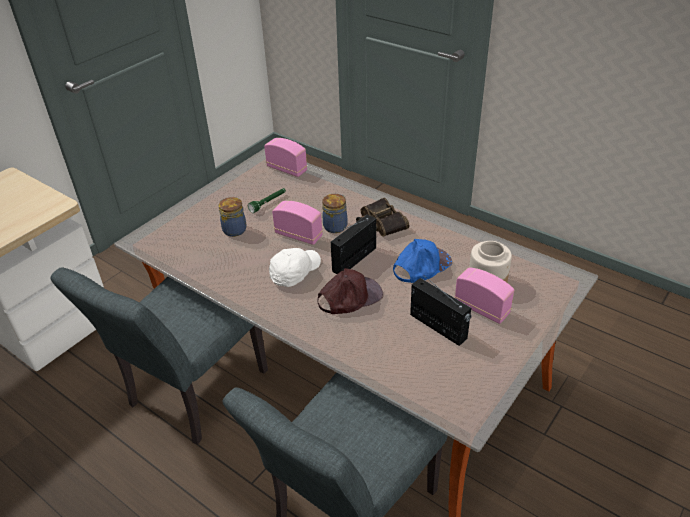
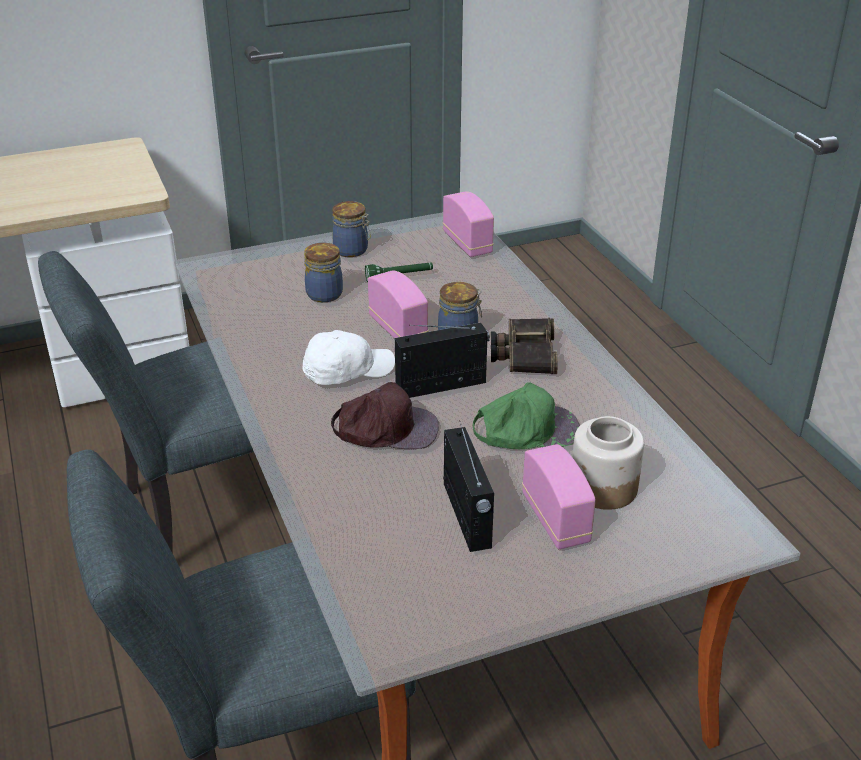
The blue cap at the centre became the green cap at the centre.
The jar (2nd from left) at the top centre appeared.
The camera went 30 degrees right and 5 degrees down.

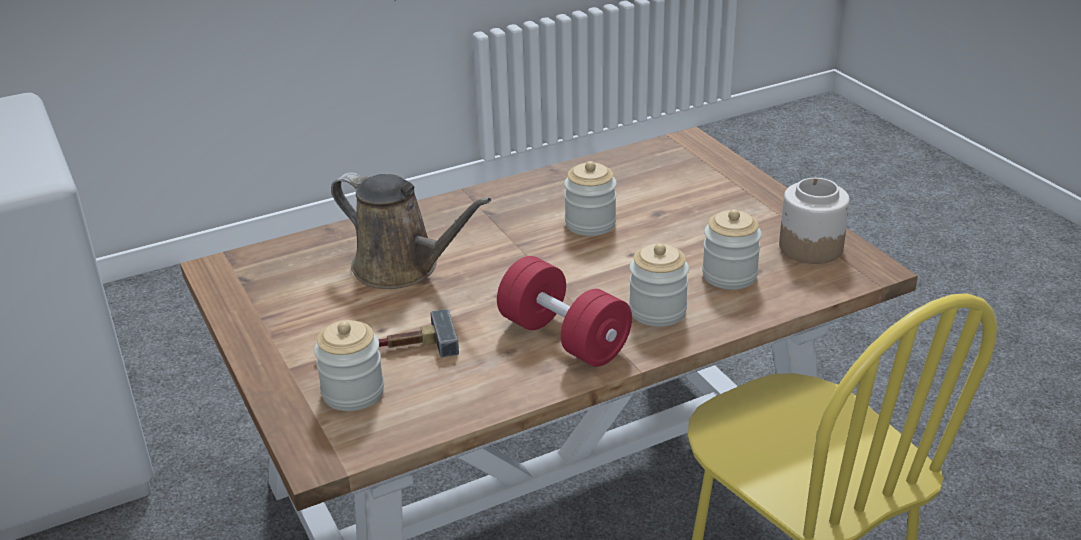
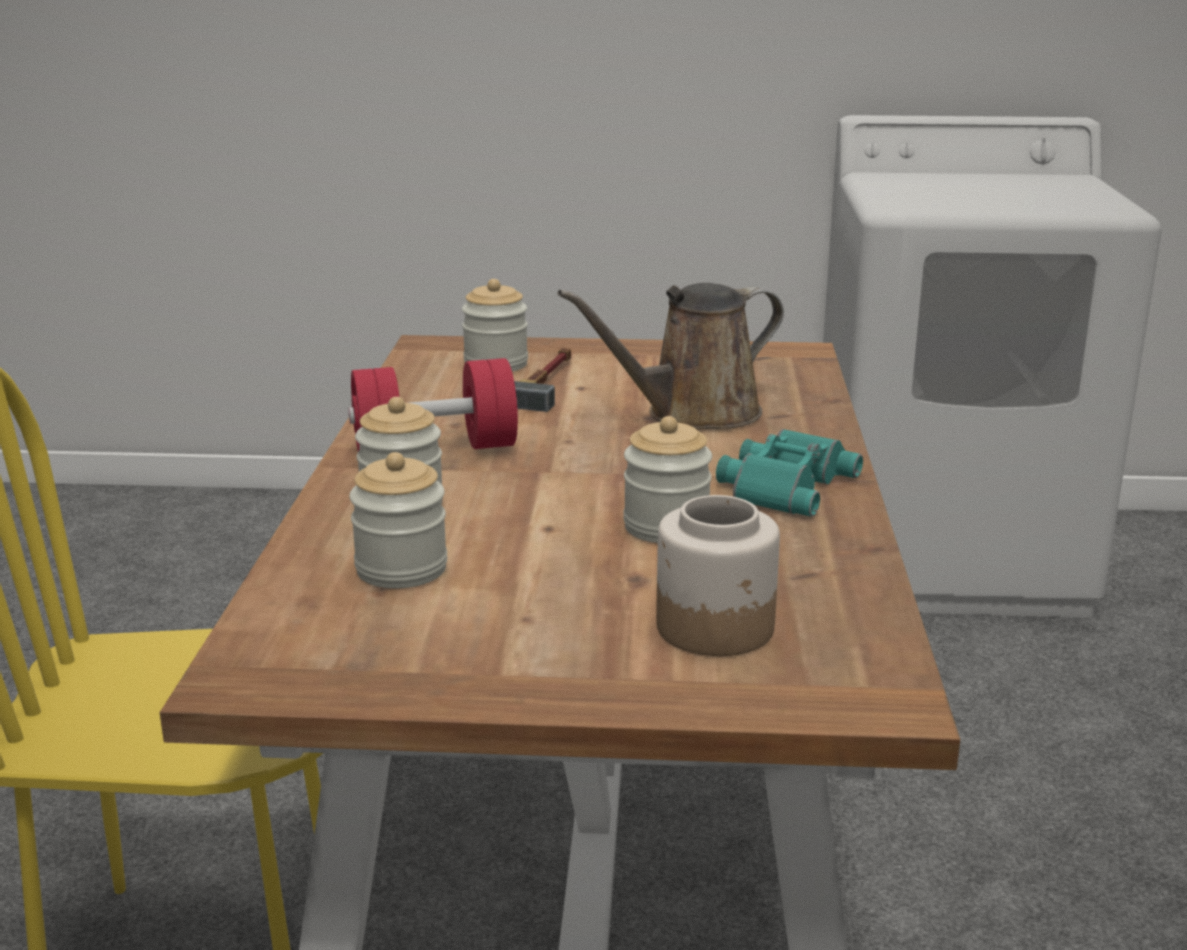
The jar (5th from left) moved from the middle right to the centre.
The turquoise binoculars at the centre appeared.
The camera went 120 degrees right and 10 degrees down.

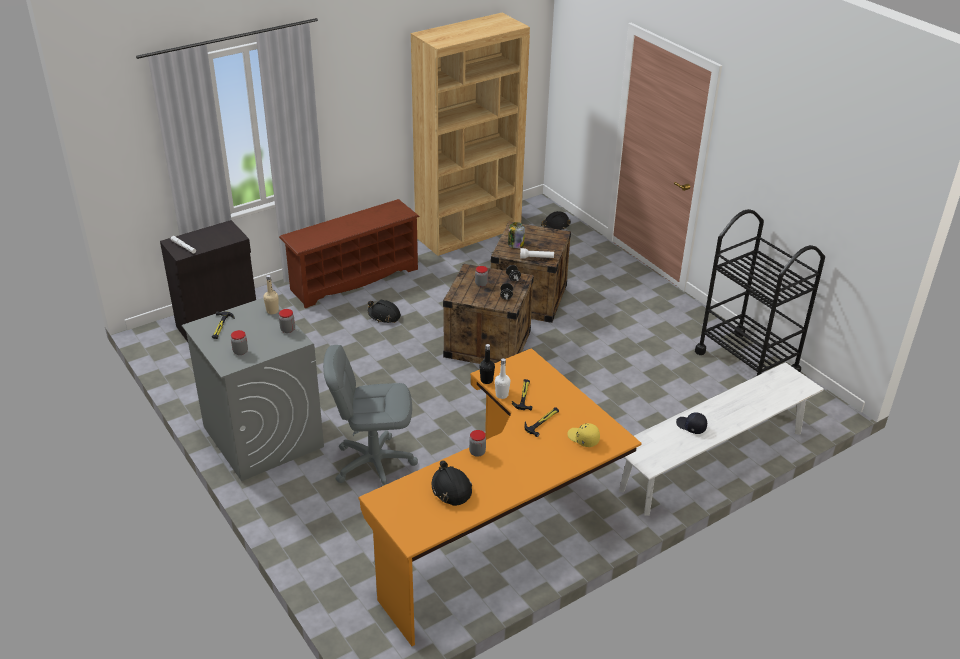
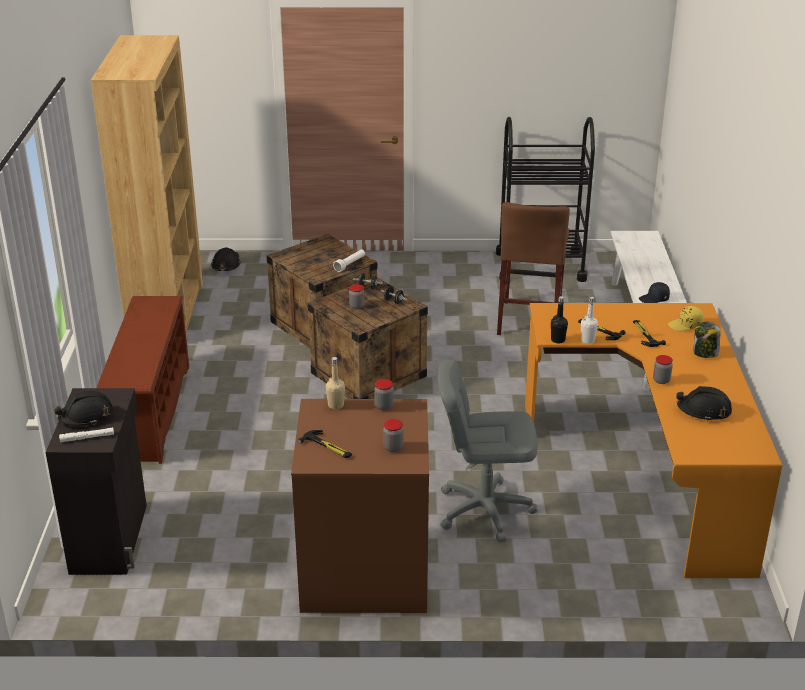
The jar (5th from left) moved from the centre to the middle right.
The grey washing machine at the middle left became the brown washing machine at the bottom centre.
The black hard hat (1st from left) moved from the centre to the middle left.
The grey office chair at the centre turned 60 degrees clockwise.
The brown stool at the centre appeared.
The camera went 55 degrees left and 5 degrees down.

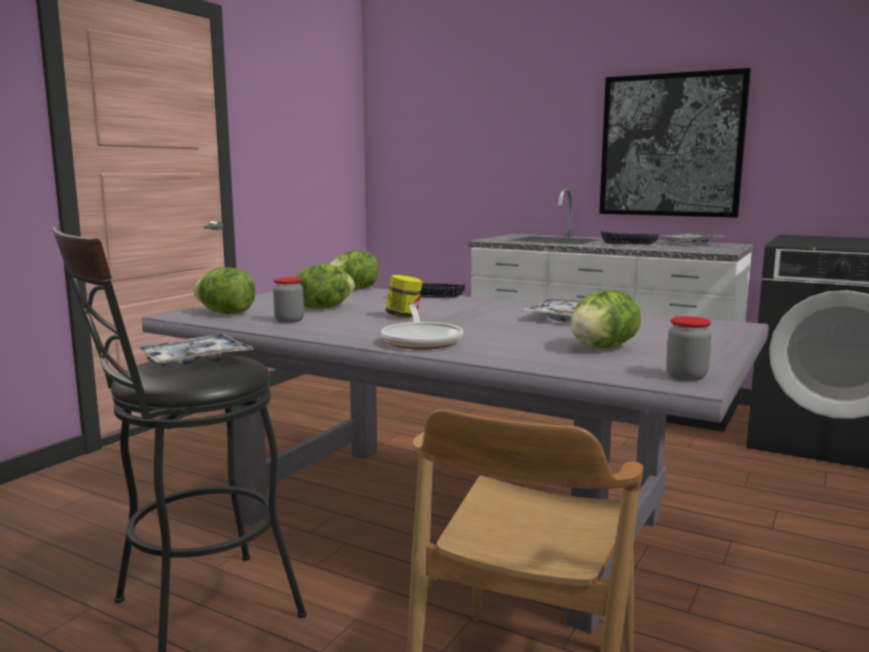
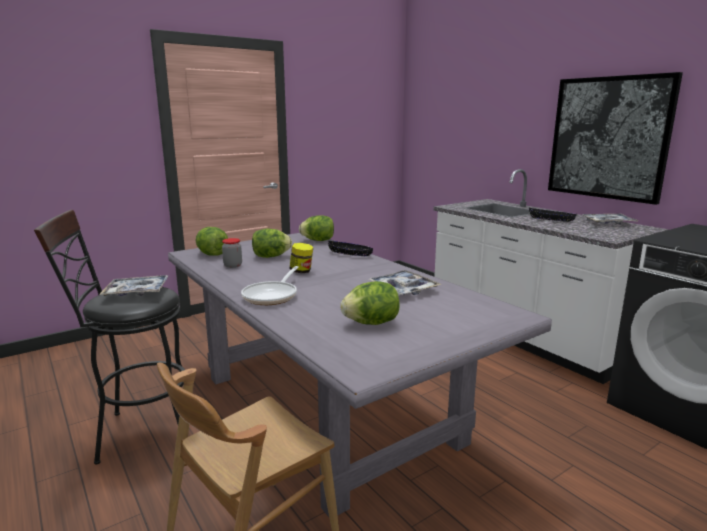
The jar (3rd from left) at the middle right disappeared.
The camera went 25 degrees right and 5 degrees up.

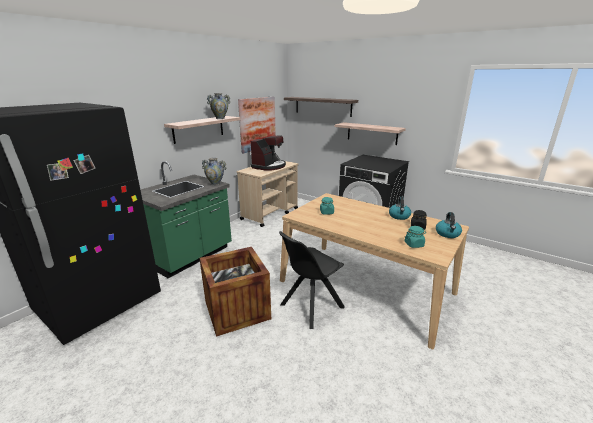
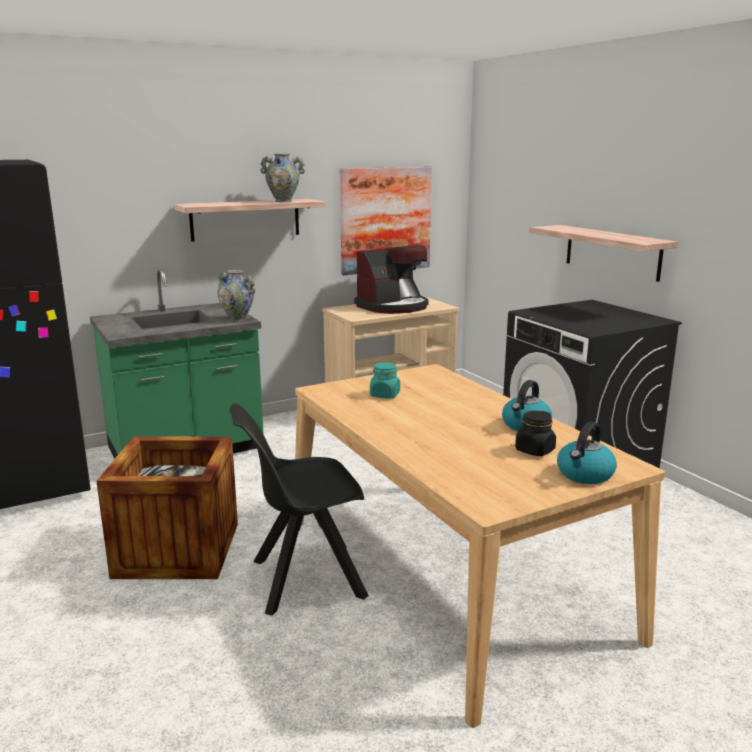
The shelf (2nd from left) at the top centre disappeared.
The turquoise jar (2nd from left) at the middle right disappeared.
The camera went 25 degrees right and 5 degrees down.

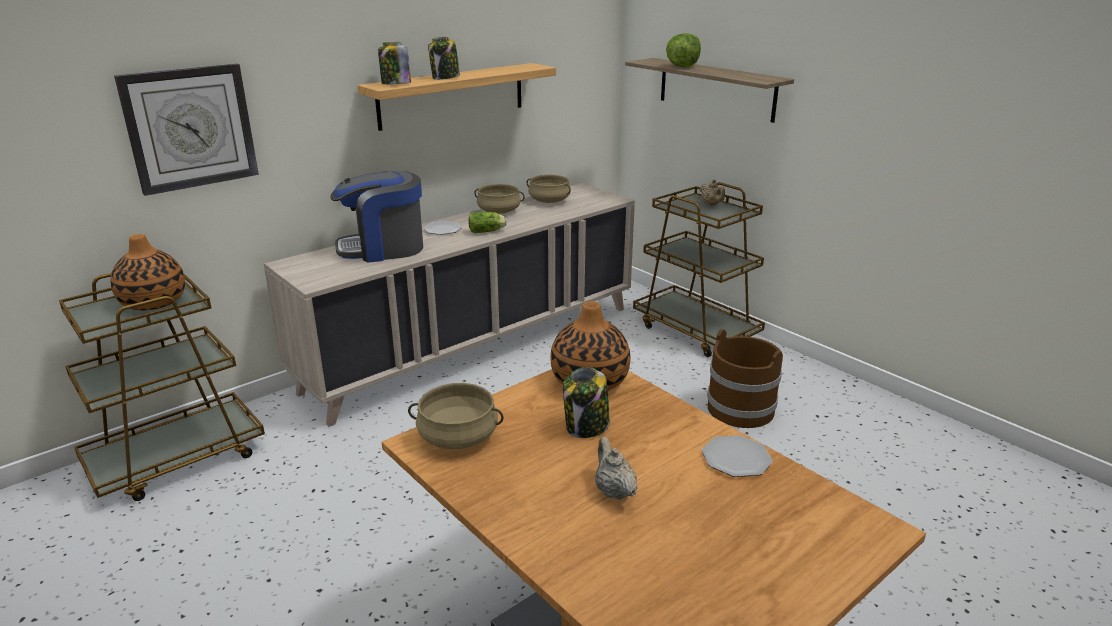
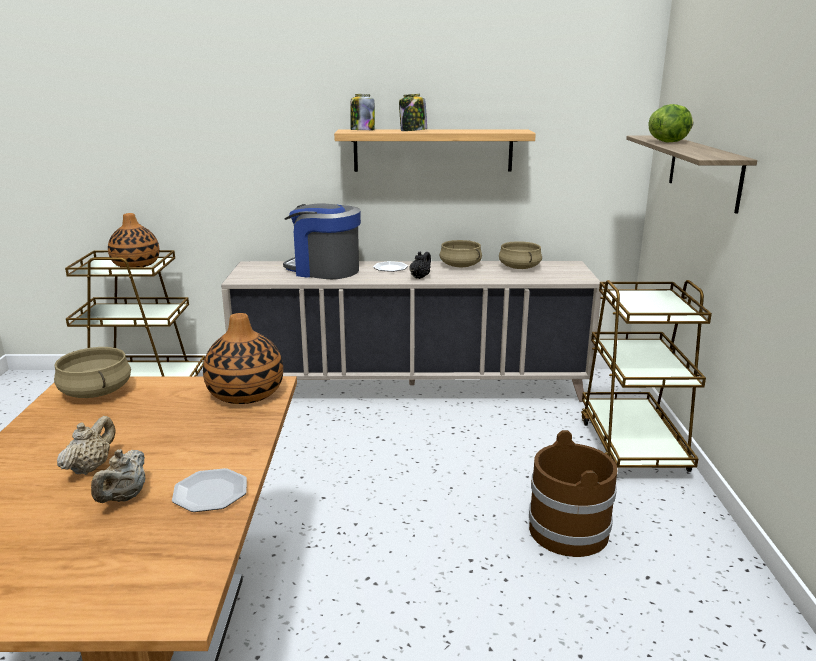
The wall clock at the top left disappeared.
The beige teapot (2nd from left) moved from the top centre to the bottom left.
The lettuce (1st from left) at the centre was replaced by the black teapot at the centre.
The jar (3rd from left) at the centre disappeared.
The camera went 40 degrees right and 5 degrees down.

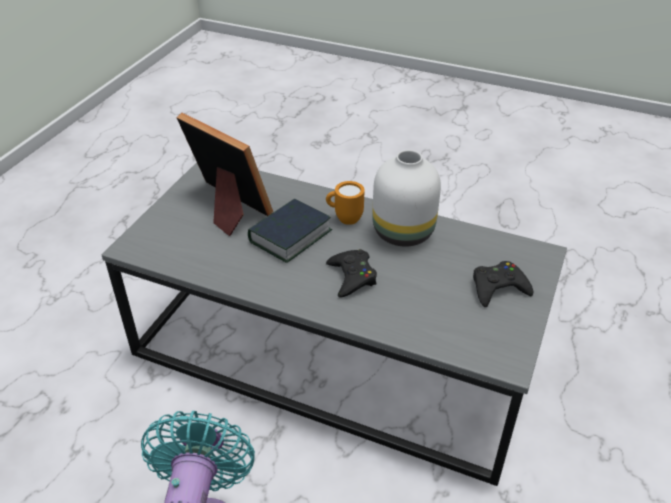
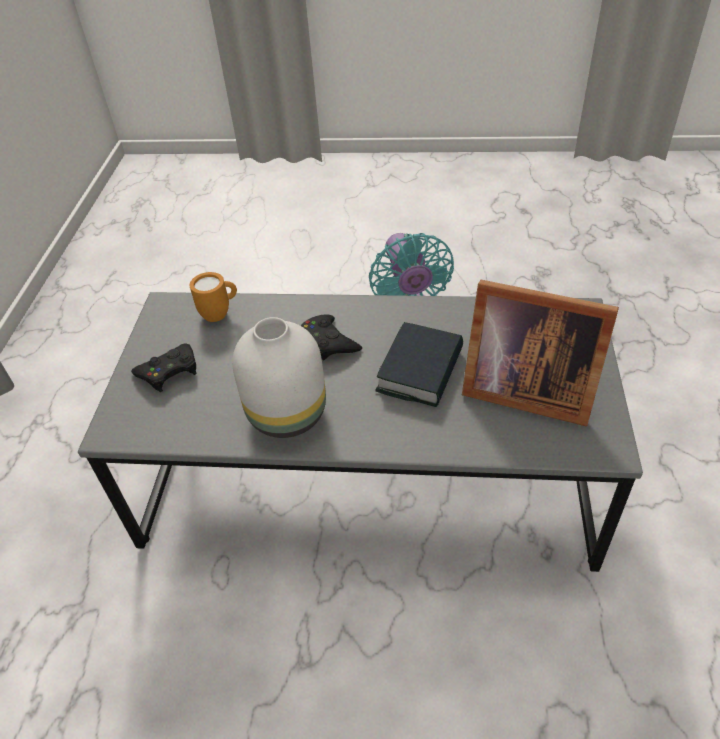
The orange mug moved from the centre to the middle left.
The camera went 165 degrees right and 5 degrees up.

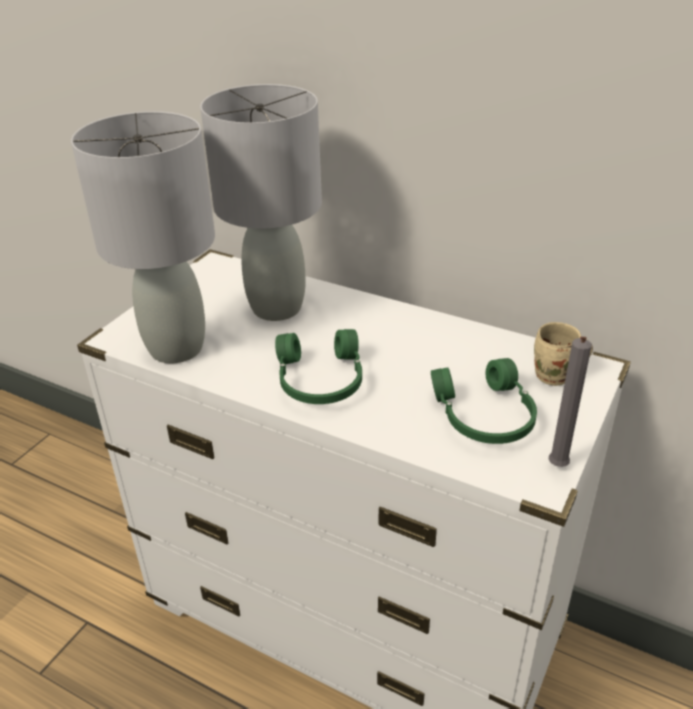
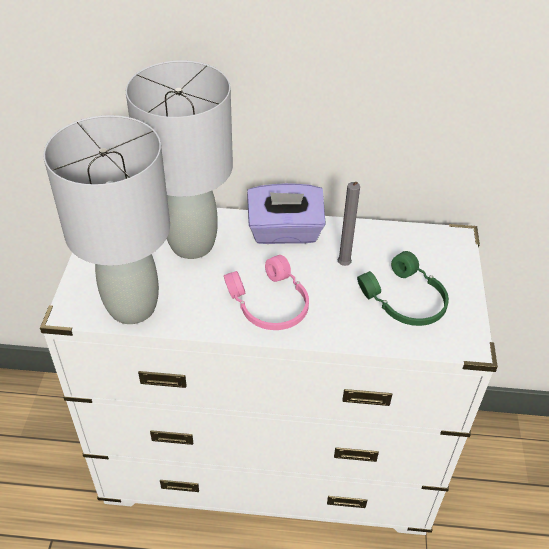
The beige mug at the middle right disappeared.
The green headphones (1st from left) at the centre became the pink headphones at the centre.
The grey candle moved from the middle right to the centre.
The purple tissue box at the centre appeared.
The camera went 25 degrees left and 10 degrees up.

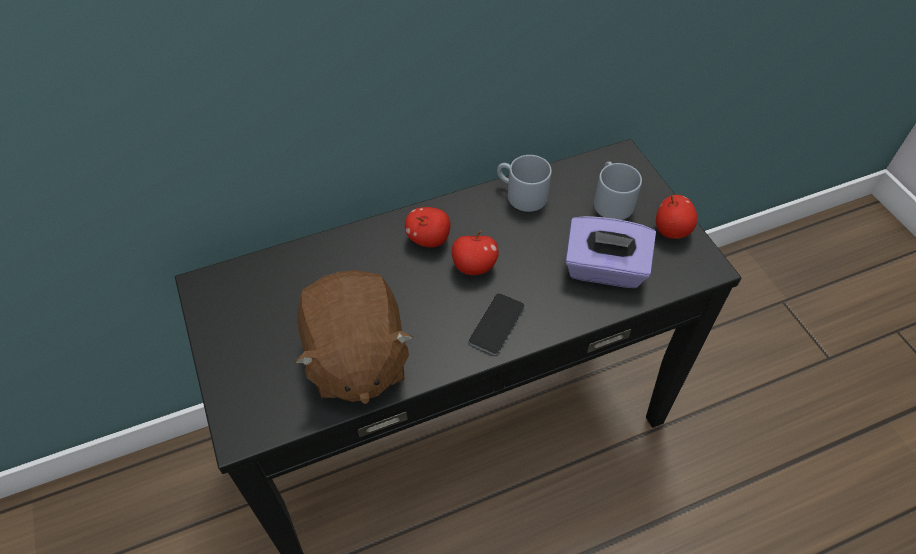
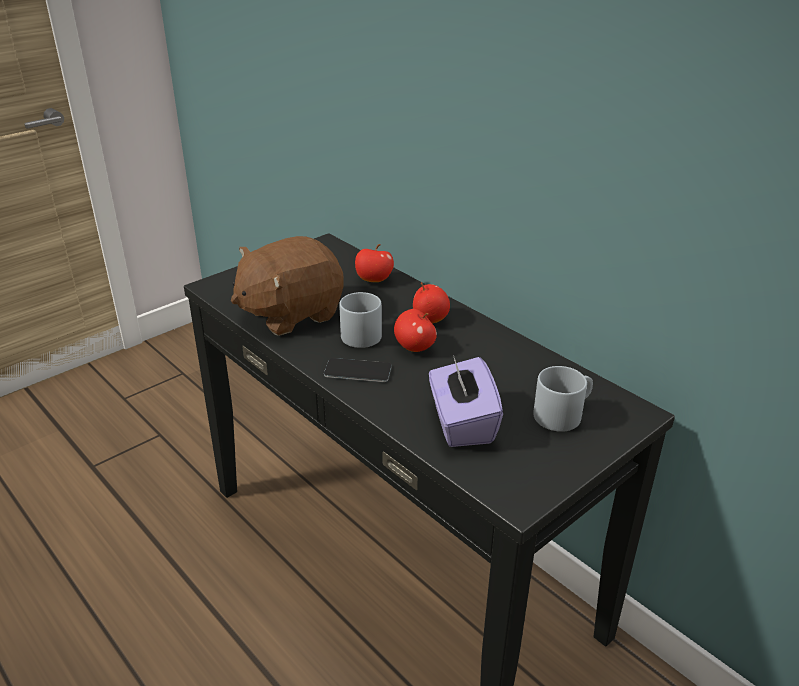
The grey mug (1st from left) moved from the top centre to the centre.
The apple (3rd from left in the first image) moved from the middle right to the centre.
The camera went 70 degrees right and 20 degrees down.

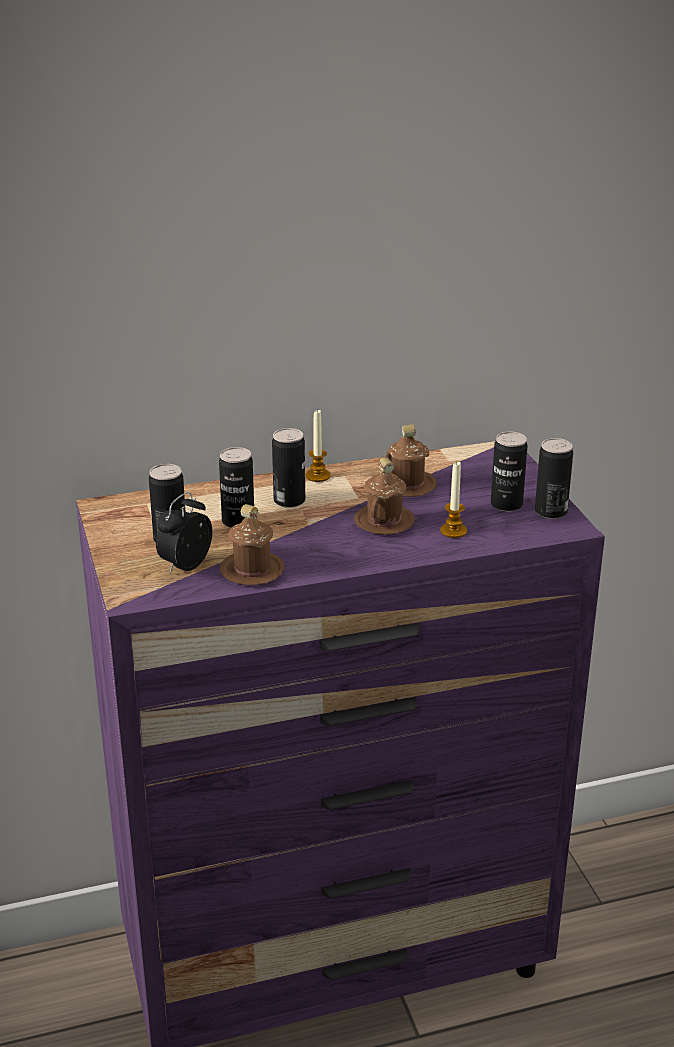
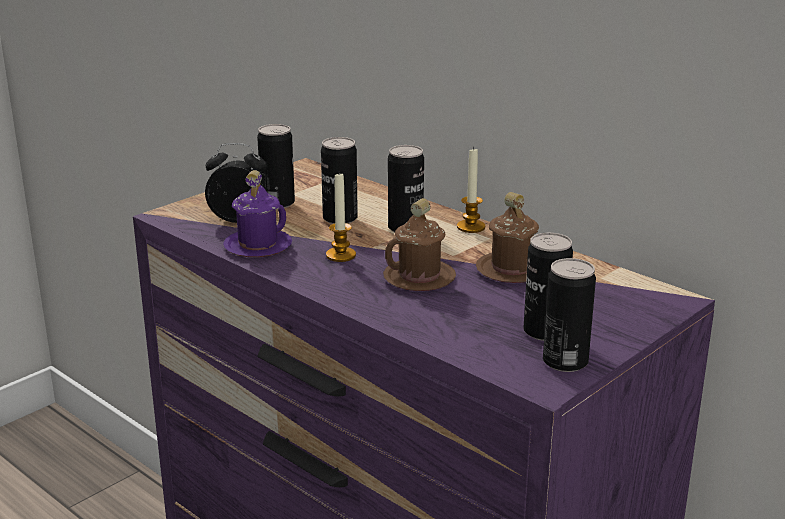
The candle (2nd from left in the first image) moved from the middle right to the centre.
The brown mug (1st from left) at the centre became the purple mug at the middle left.
The camera went 60 degrees right and 5 degrees down.

